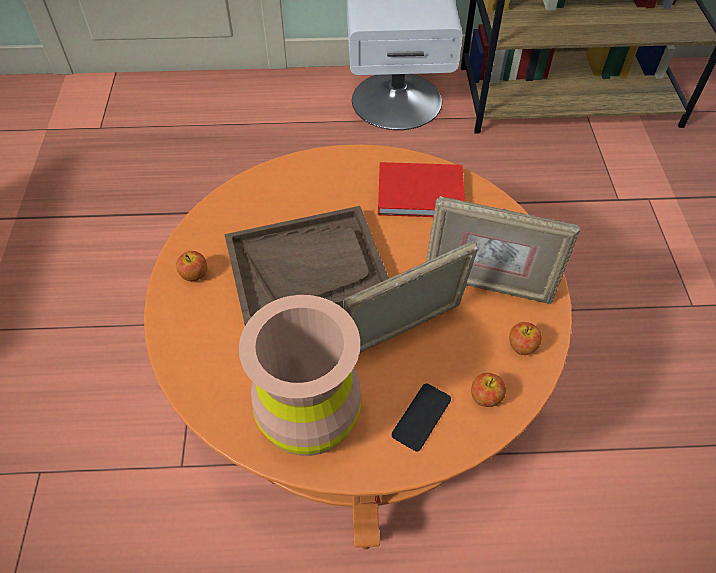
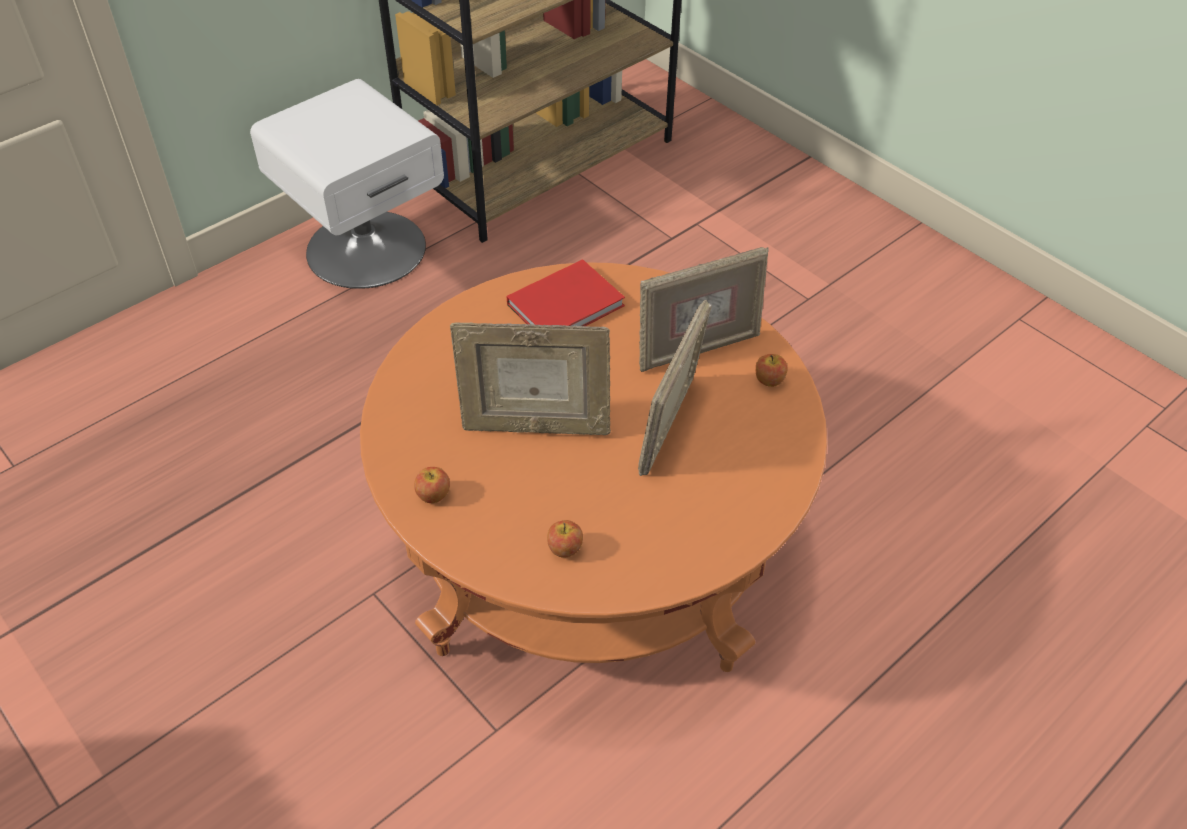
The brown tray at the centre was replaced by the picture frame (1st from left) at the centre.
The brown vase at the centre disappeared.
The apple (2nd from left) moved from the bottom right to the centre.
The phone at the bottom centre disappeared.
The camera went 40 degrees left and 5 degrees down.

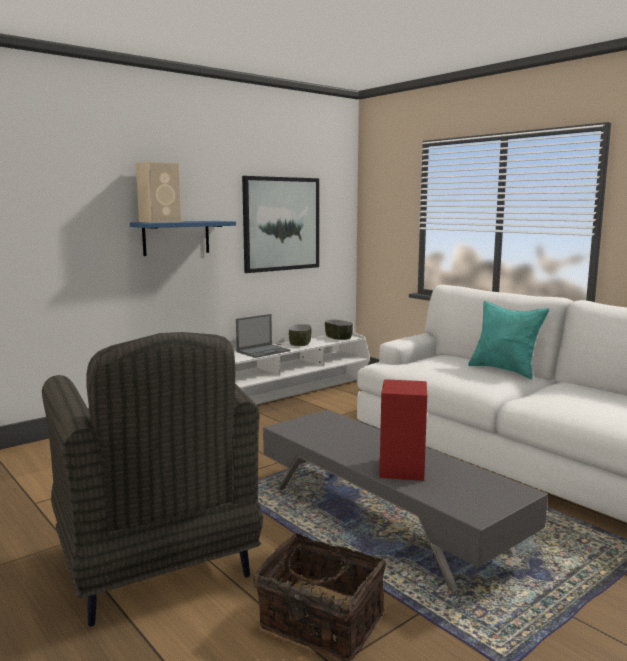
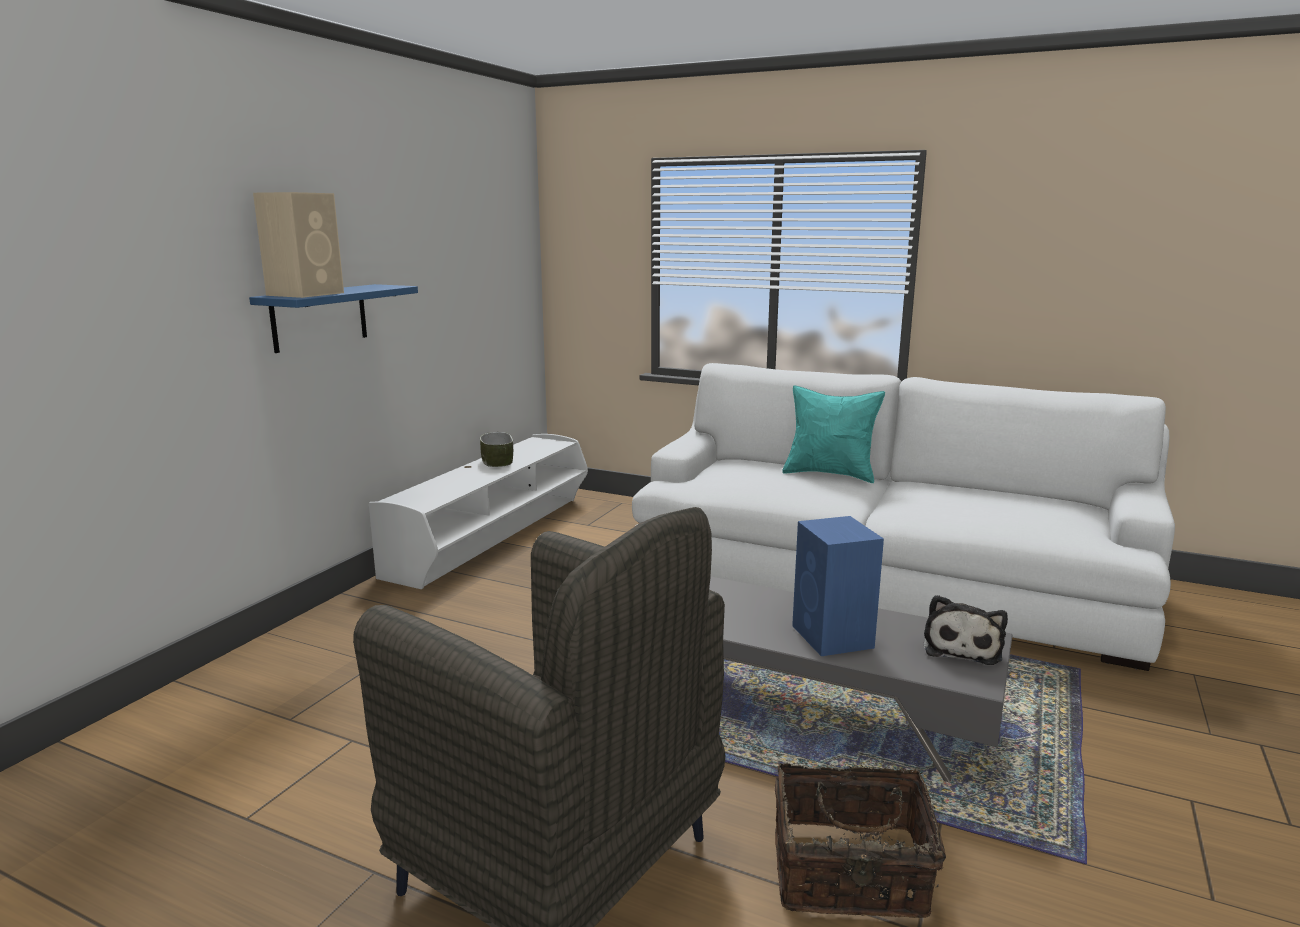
The picture at the centre disappeared.
The laptop at the centre disappeared.
The bowl (2nd from left) at the centre disappeared.
The red speaker at the centre became the blue speaker at the centre.
The plush toy at the bottom right appeared.
The camera went 25 degrees left and 5 degrees up.

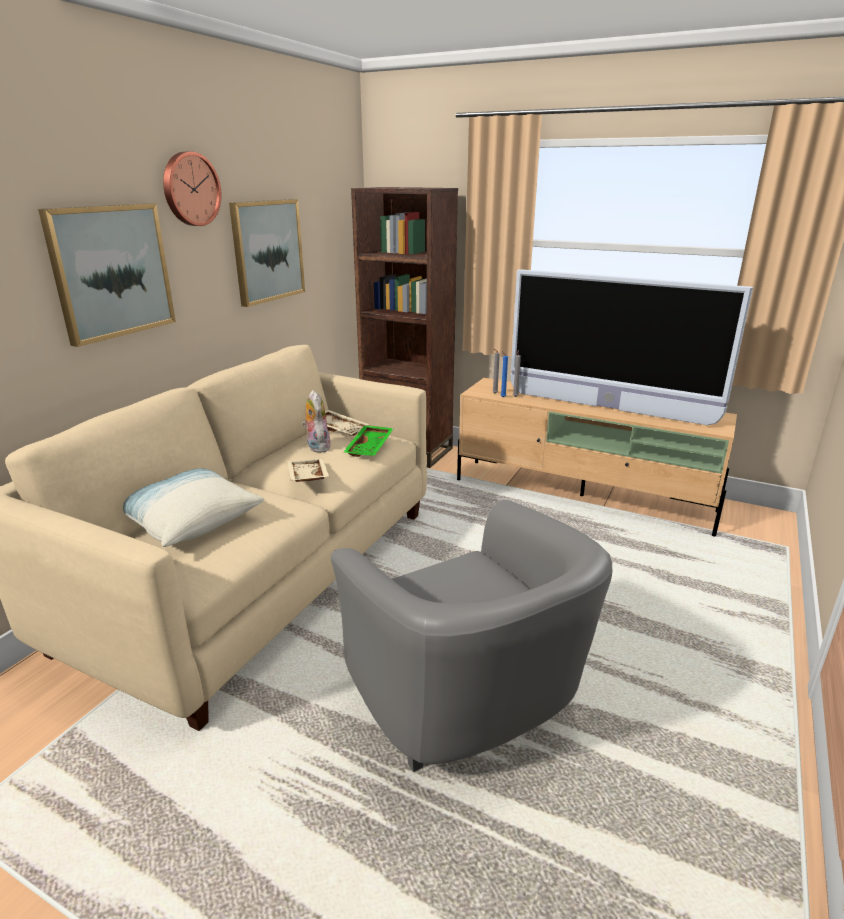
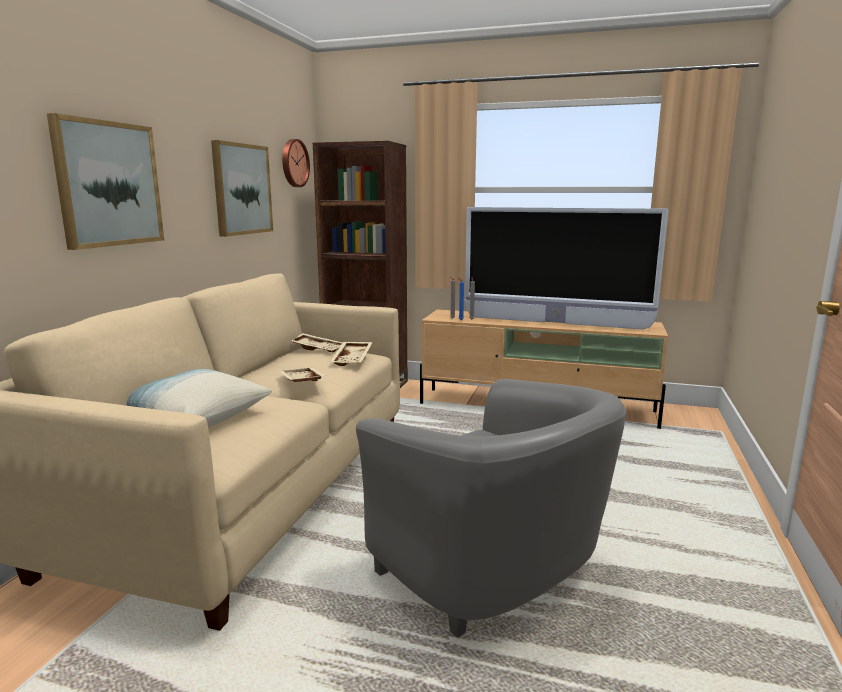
The wall clock moved from the top left to the top centre.
The plush toy at the centre disappeared.
The green tray at the centre became the beige tray (3rd from left) at the centre.
The camera went 10 degrees left and 10 degrees down.

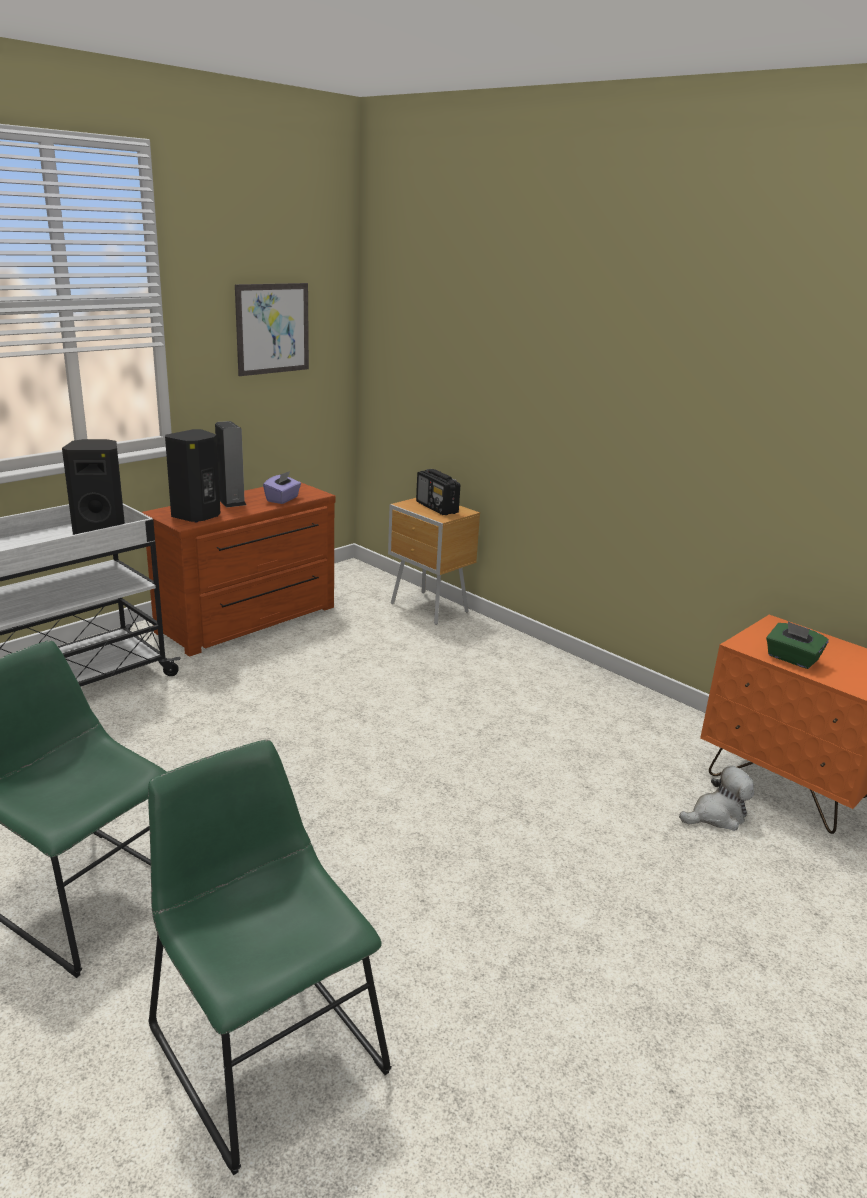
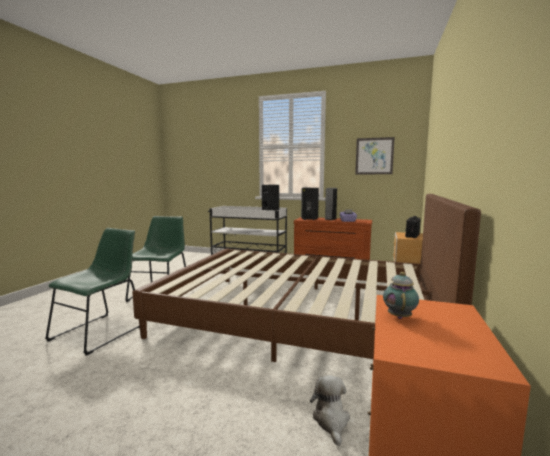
The green tissue box at the middle right was replaced by the teapot at the middle right.
The plush toy at the middle right turned 135 degrees counterclockwise.
The brown bed at the centre appeared.
The camera went 65 degrees right and 15 degrees down.

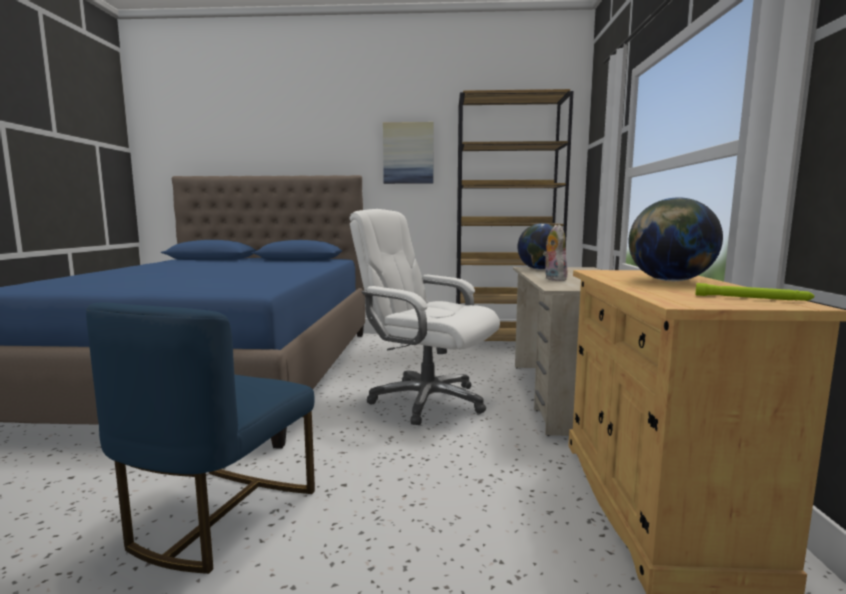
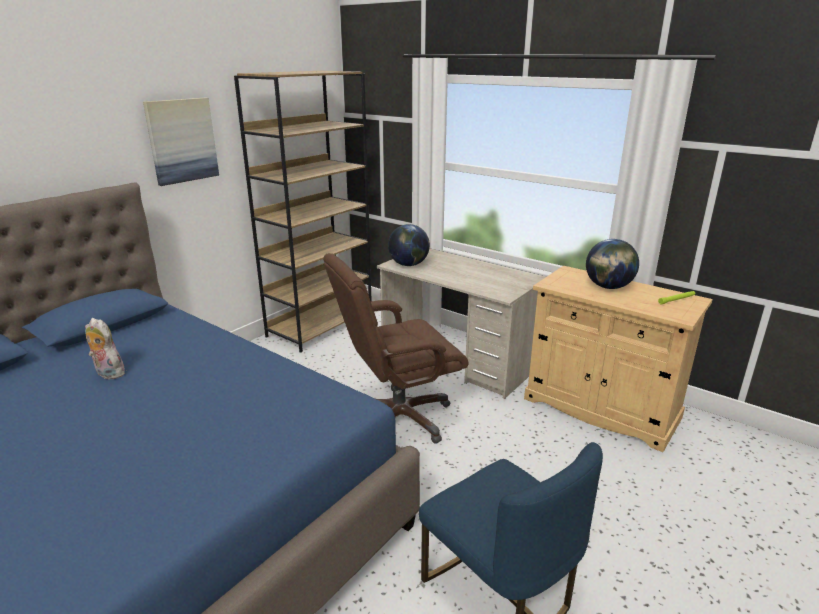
The white office chair at the centre became the brown office chair at the centre.
The plush toy moved from the centre to the middle left.
The camera went 55 degrees left and 15 degrees up.

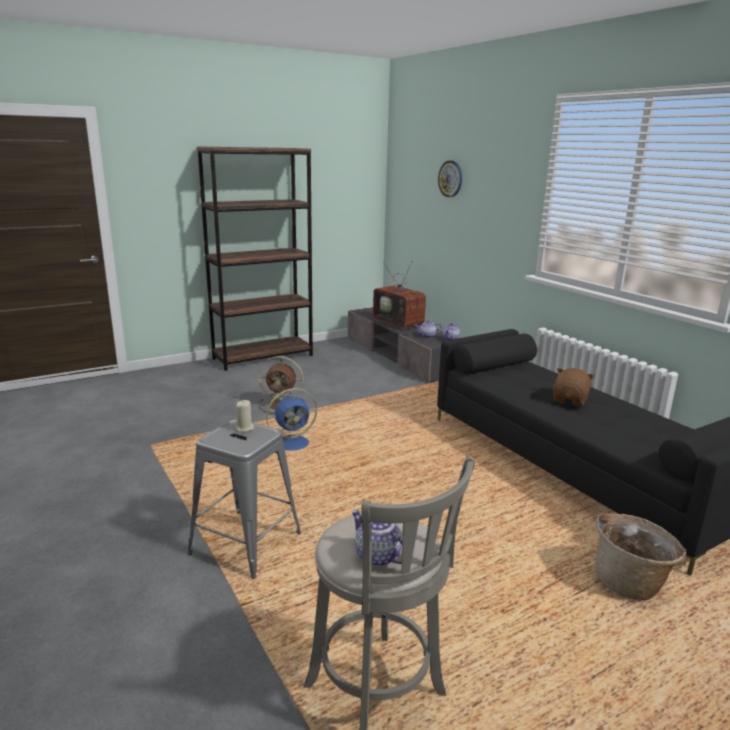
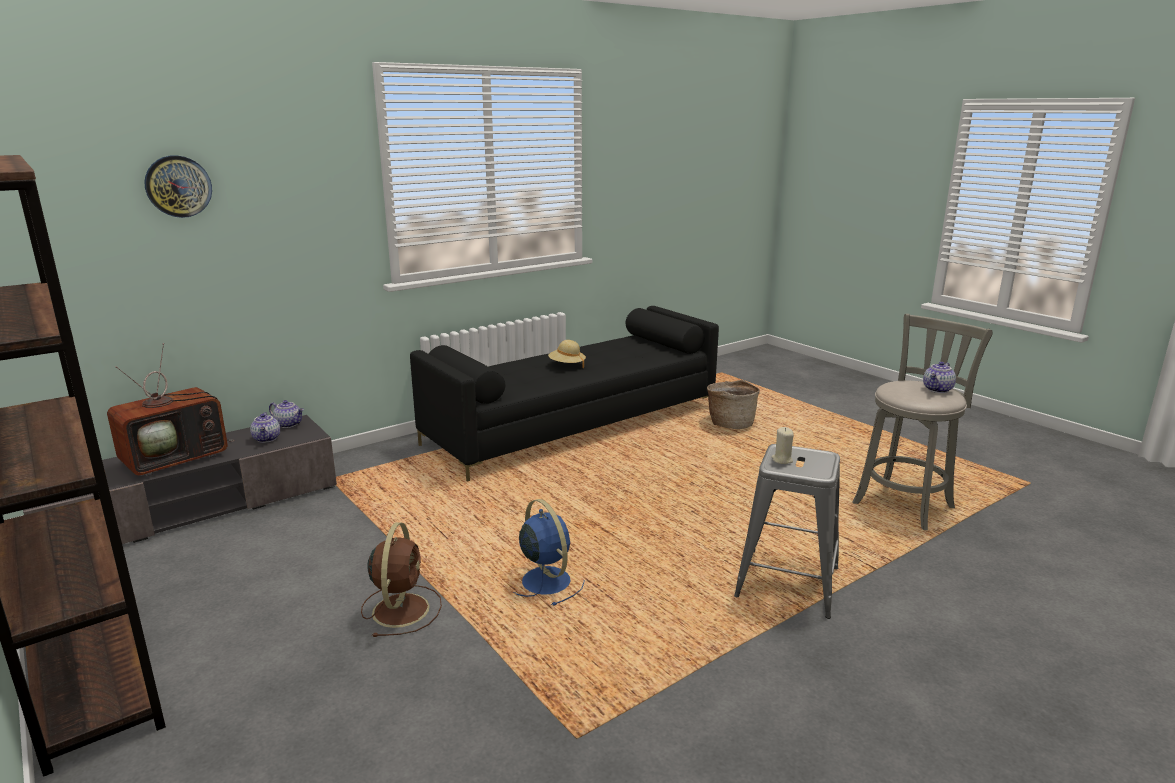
The brown plush toy at the middle right was replaced by the beige hat at the centre.
The camera went 95 degrees left and 0 degrees up.

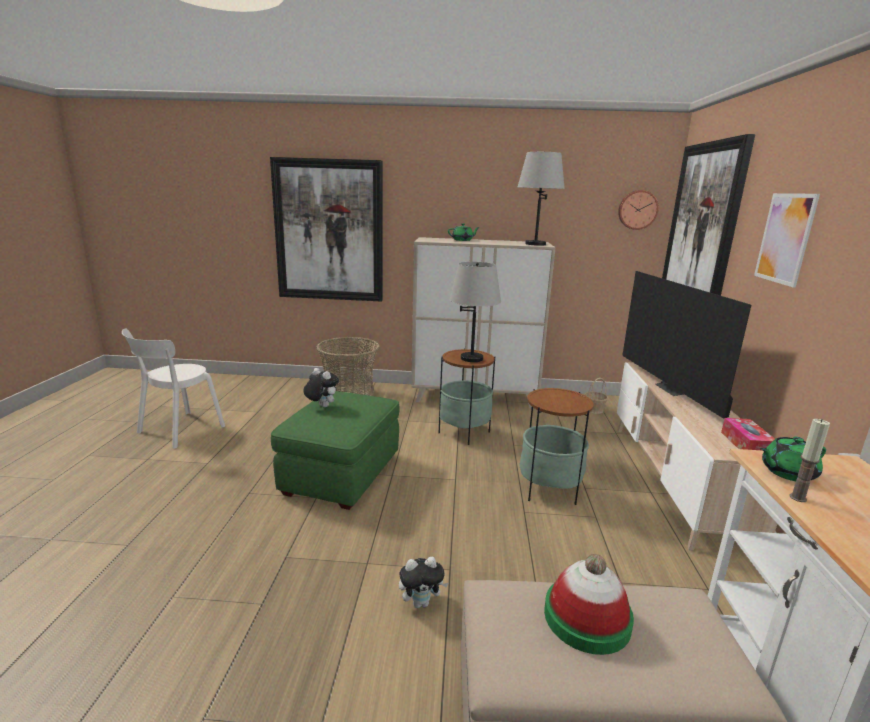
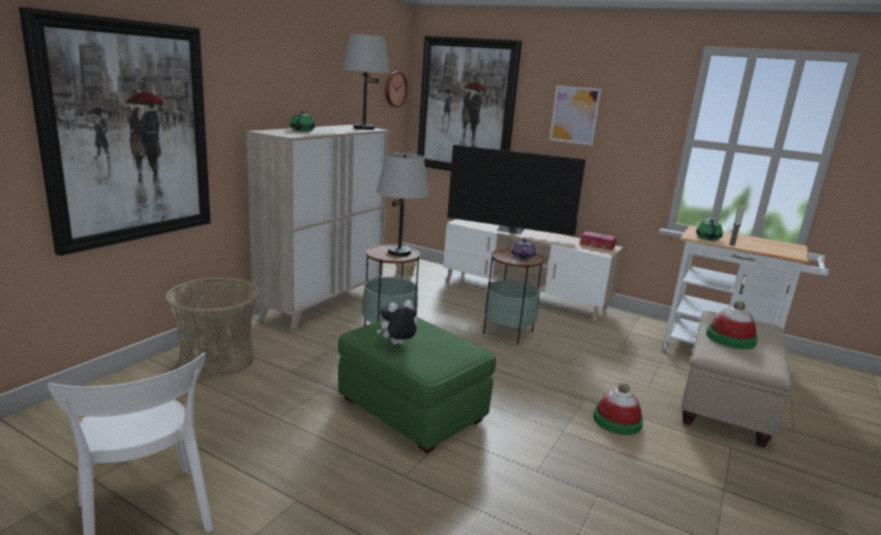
The plush toy (2nd from left) at the bottom centre was replaced by the hat (1st from left) at the bottom right.
The purple teapot at the centre appeared.
The camera went 65 degrees left and 0 degrees up.

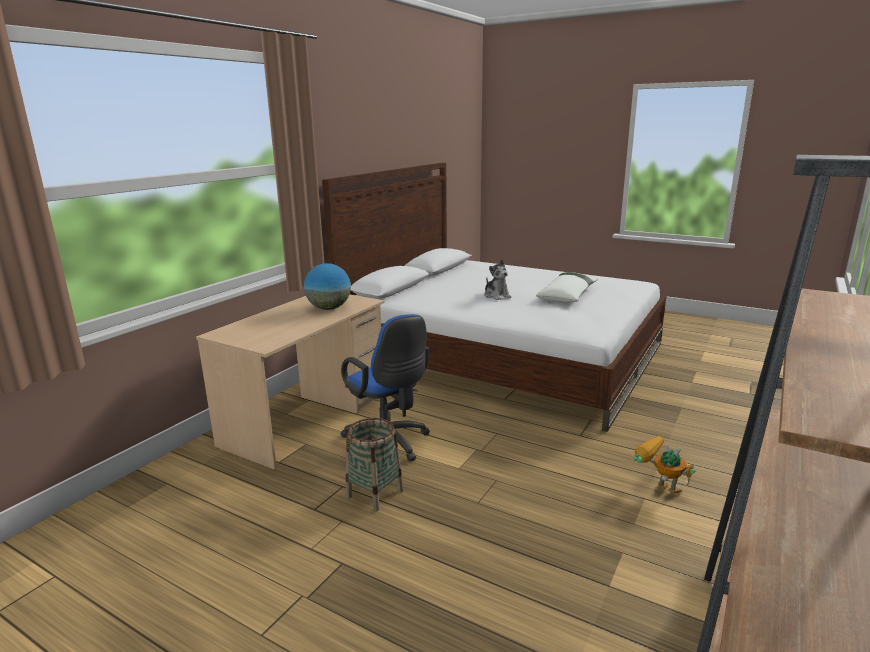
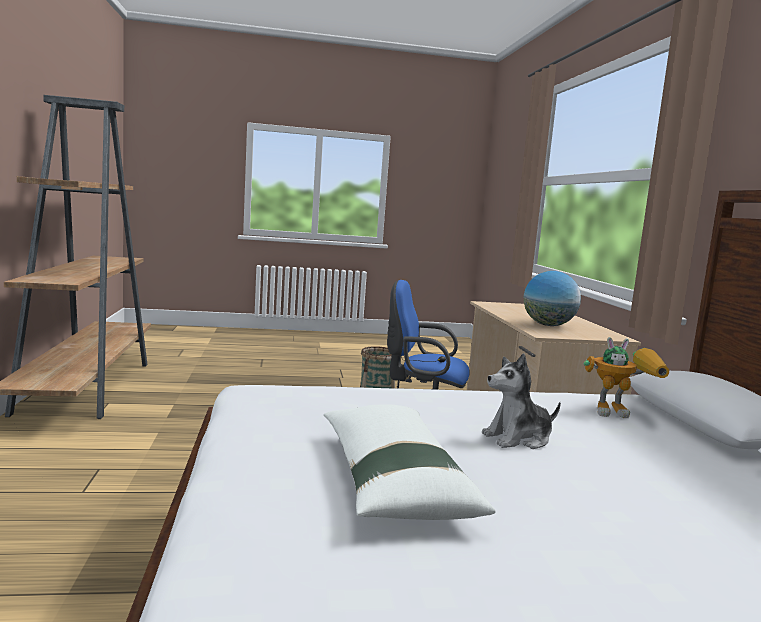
The plush toy at the centre turned 45 degrees counterclockwise.
The toy robot moved from the bottom right to the middle right.
The camera went 140 degrees right and 10 degrees down.

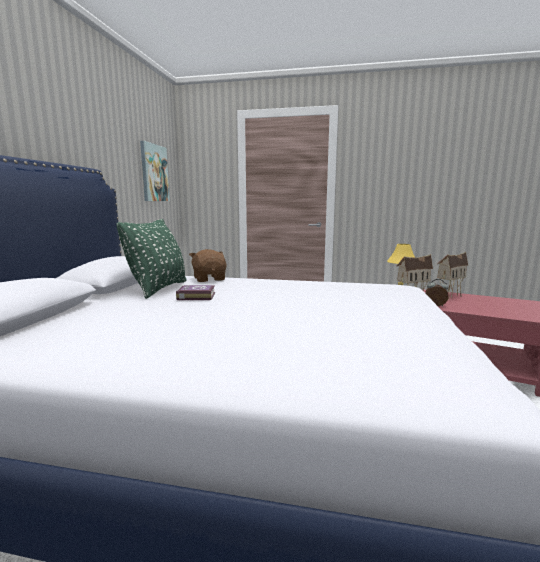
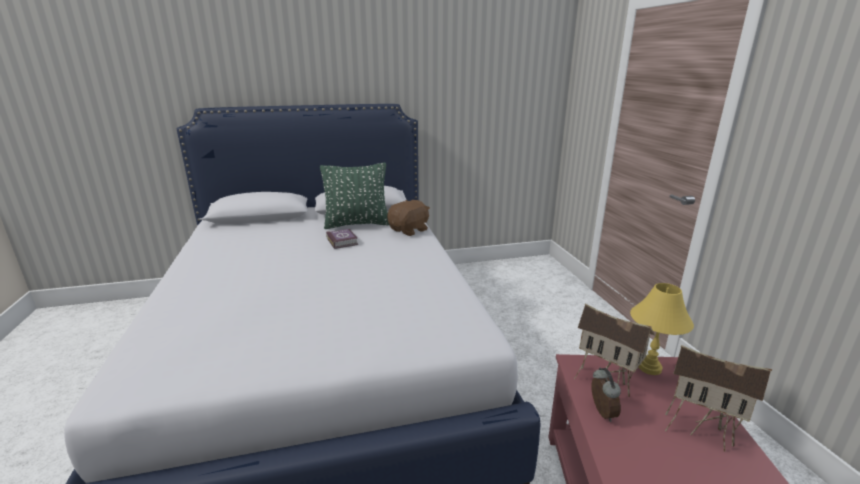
The picture at the top left disappeared.
The camera went 65 degrees right and 10 degrees up.

